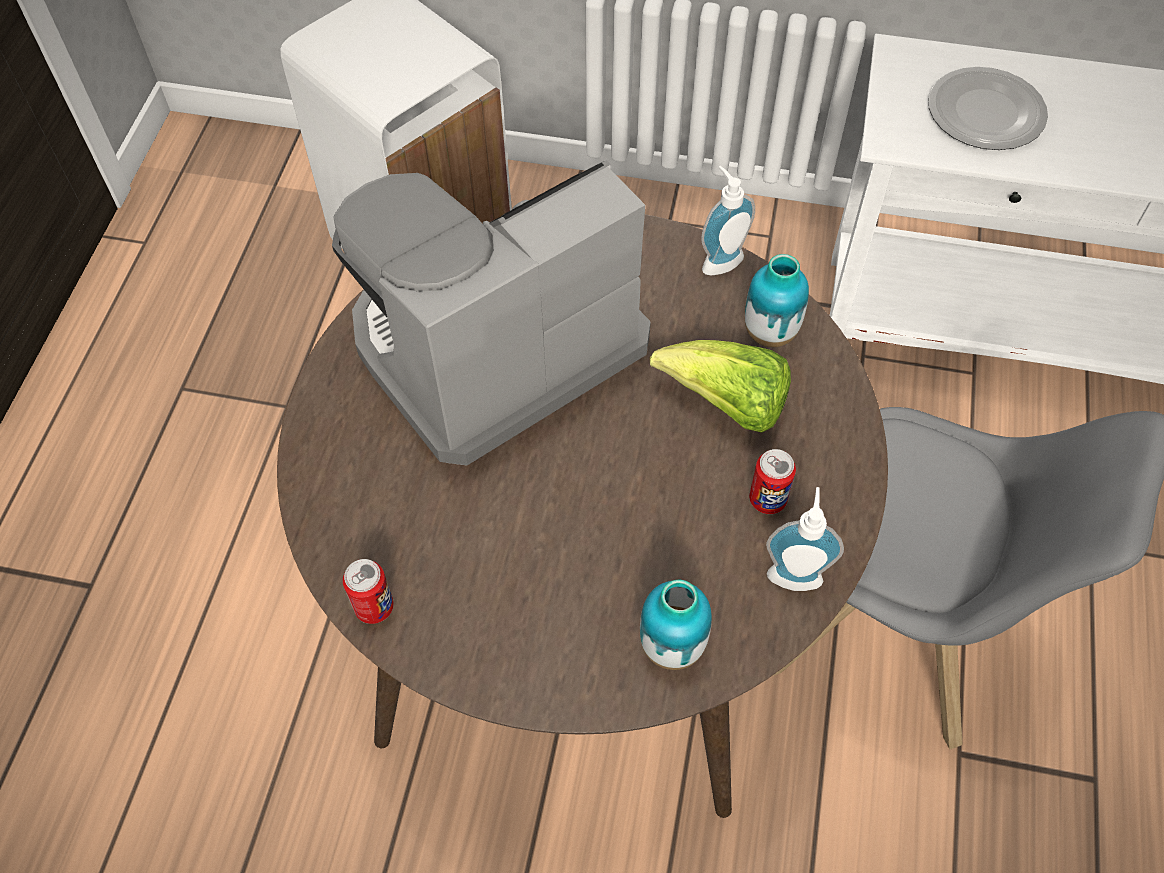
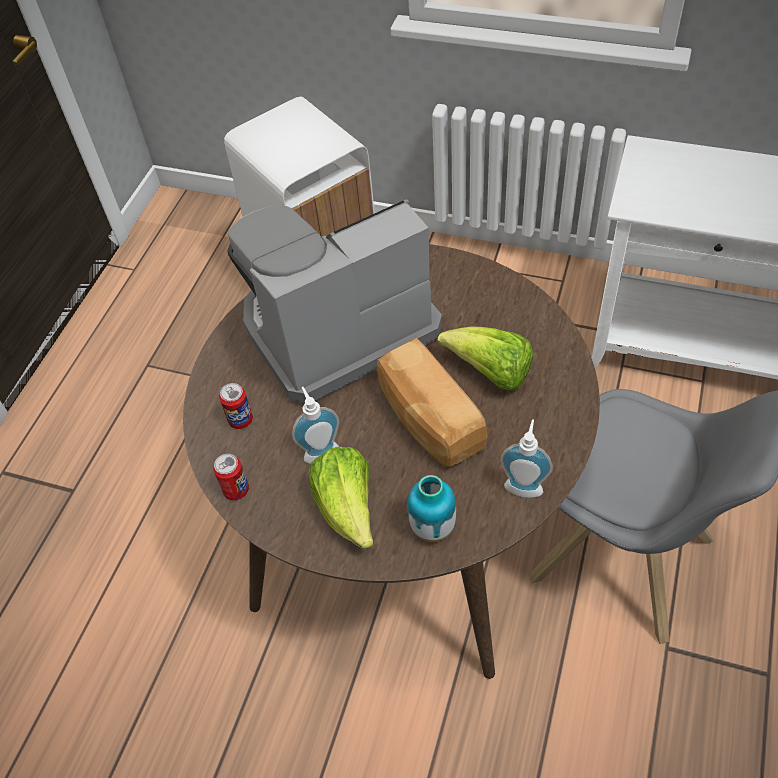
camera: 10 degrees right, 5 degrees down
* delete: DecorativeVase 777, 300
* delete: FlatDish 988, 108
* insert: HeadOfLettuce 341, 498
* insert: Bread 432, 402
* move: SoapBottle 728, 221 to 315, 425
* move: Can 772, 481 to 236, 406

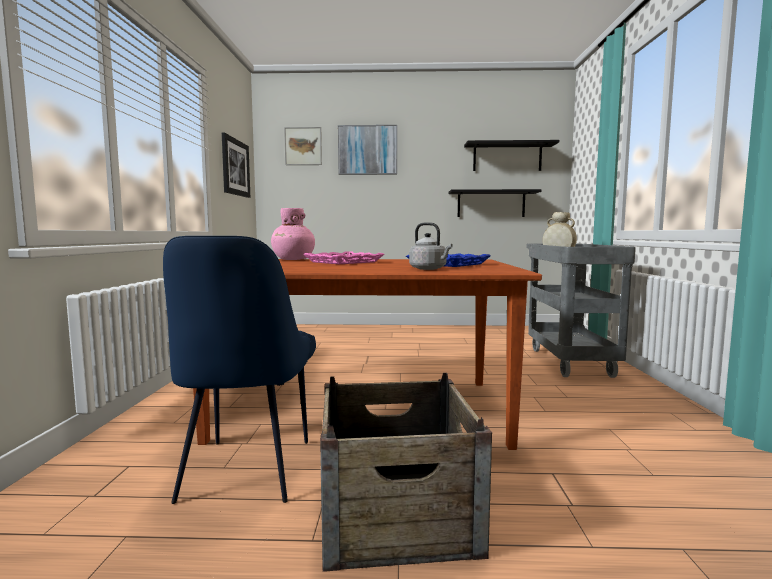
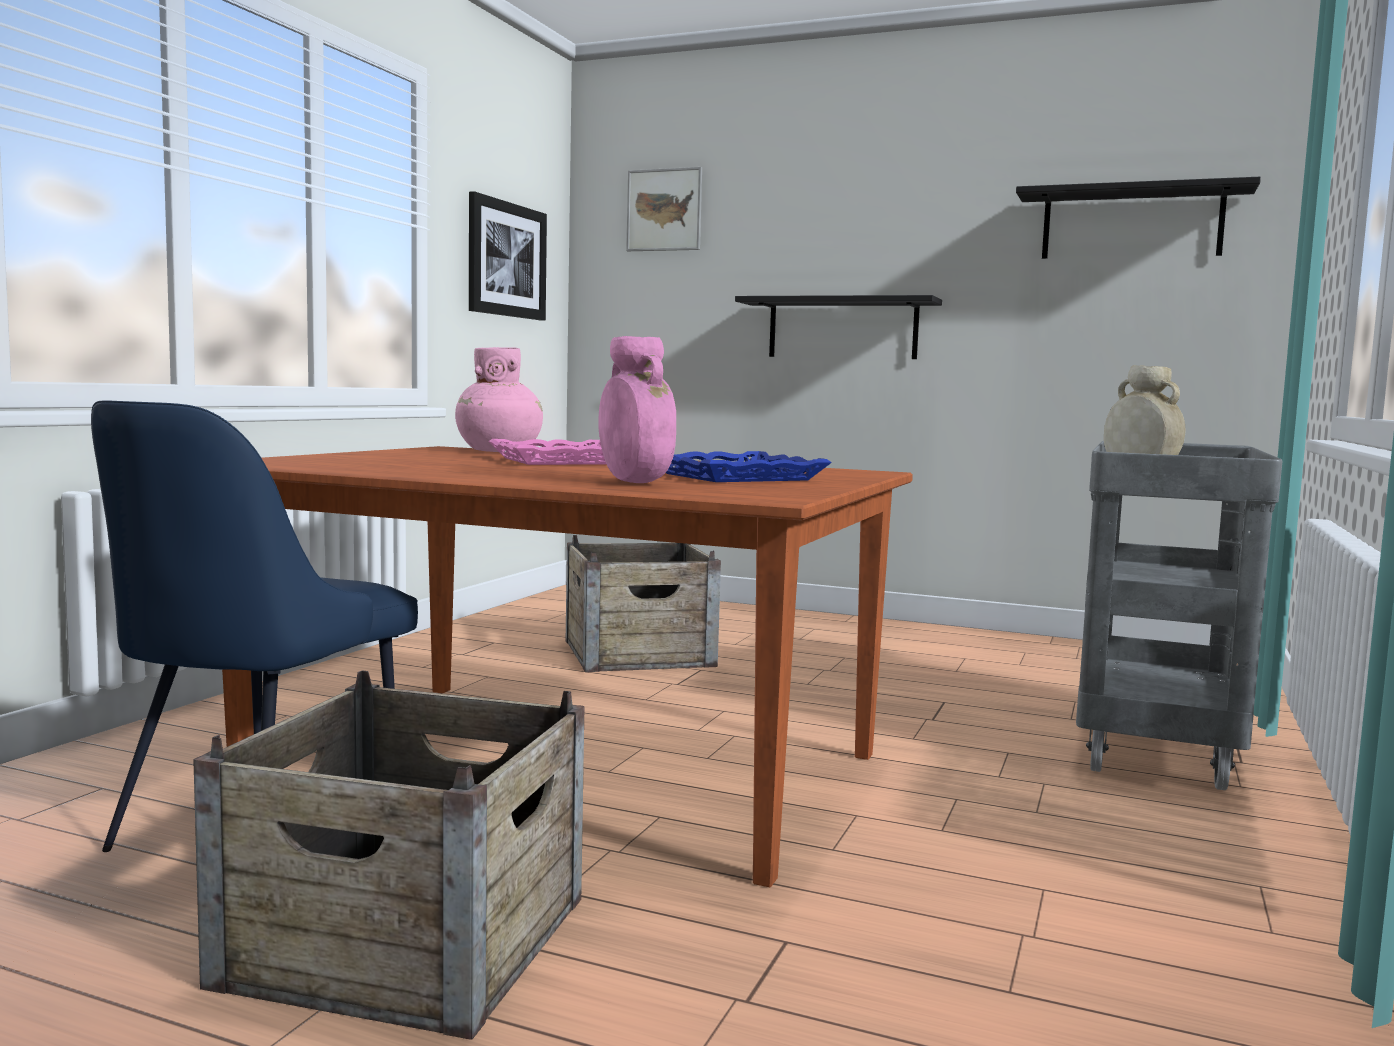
camera: 20 degrees right, 0 degrees up
* delete: Picture 367, 150
* insert: PackingCrate 643, 603
* move: BlackColouredBracketShelf 495, 203 to 838, 327
* replace: GreyishTeaKettle 431, 246 to PinkishDecorativeVase 637, 409

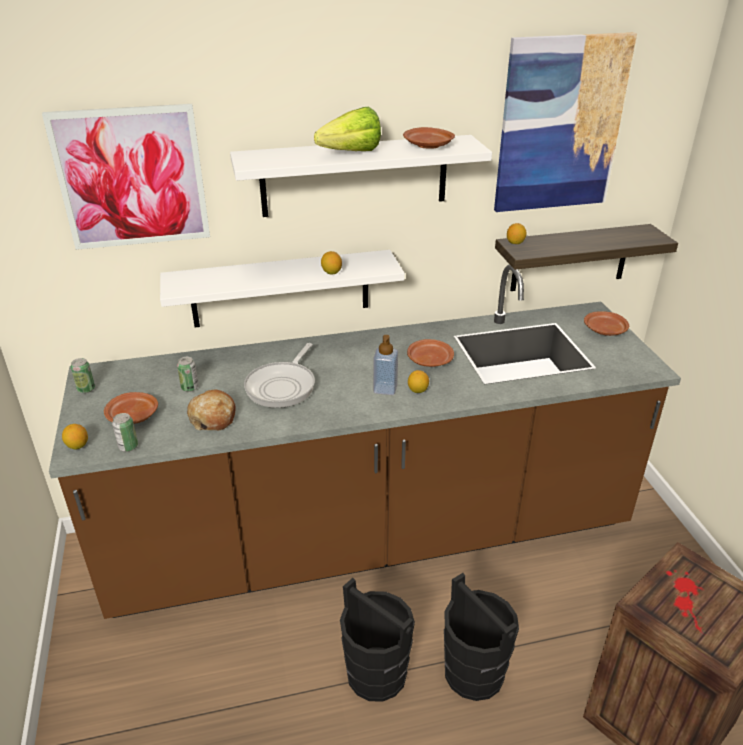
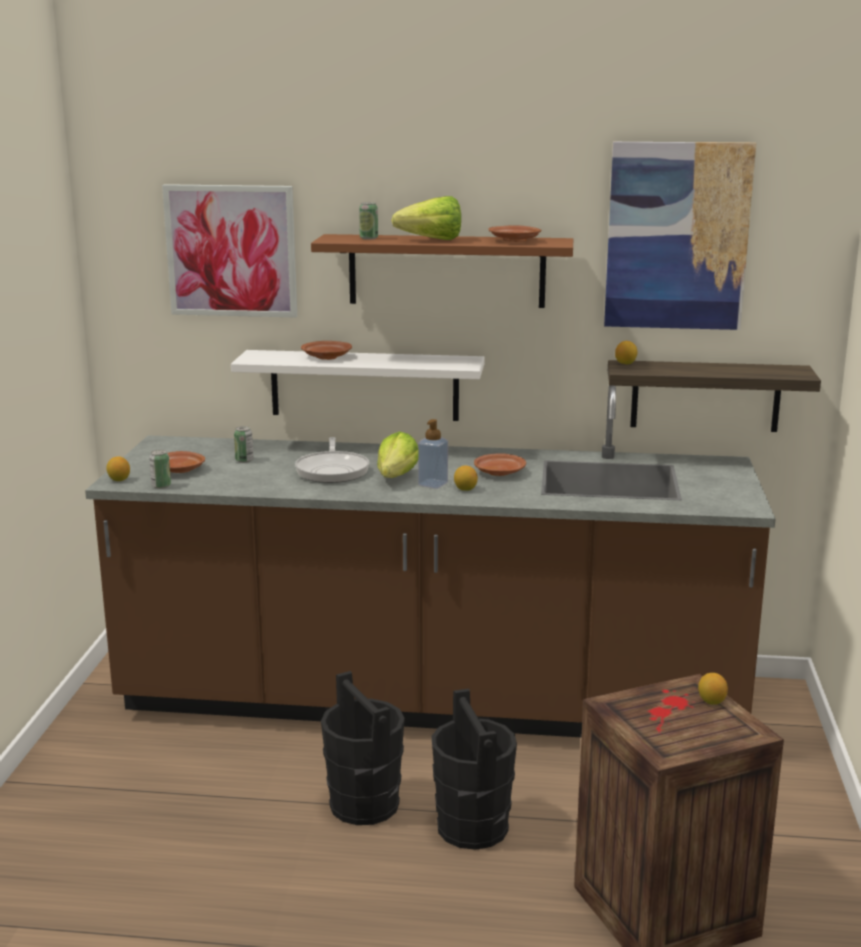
camera: 20 degrees right, 15 degrees down
* delete: Bread 211, 410
* insert: HeadOfLettuce 397, 454
* move: Can 83, 375 to 368, 221
* move: WholeLemon 331, 263 to 713, 689
* move: BrownFlatDish 606, 323 to 326, 350
* recolor: WhiteColouredBracketShelf 361, 176 to BrownBracketShelf 442, 271
* rotate: FryingPan 279, 375 = 332, 460 45 degrees counterclockwise

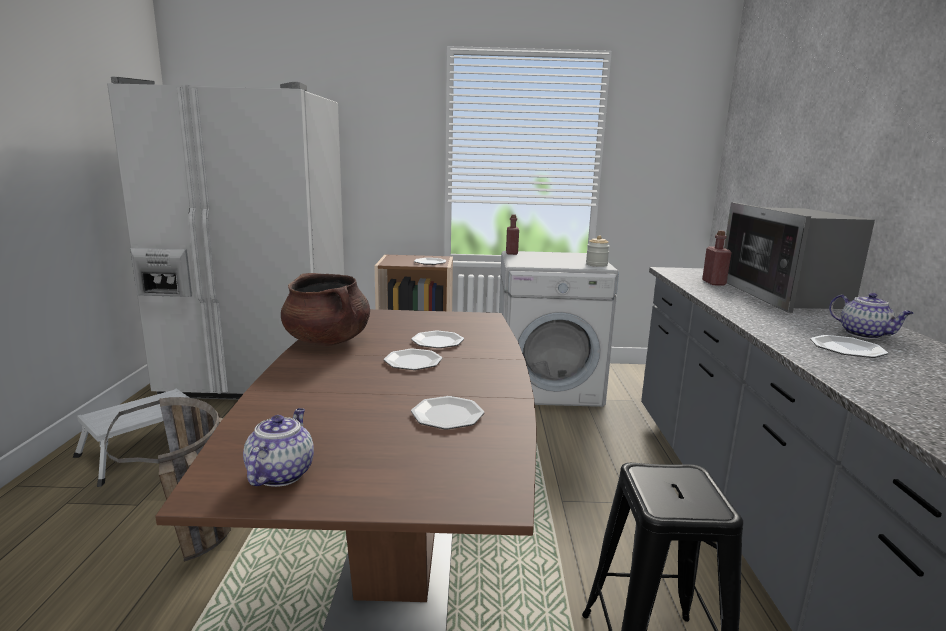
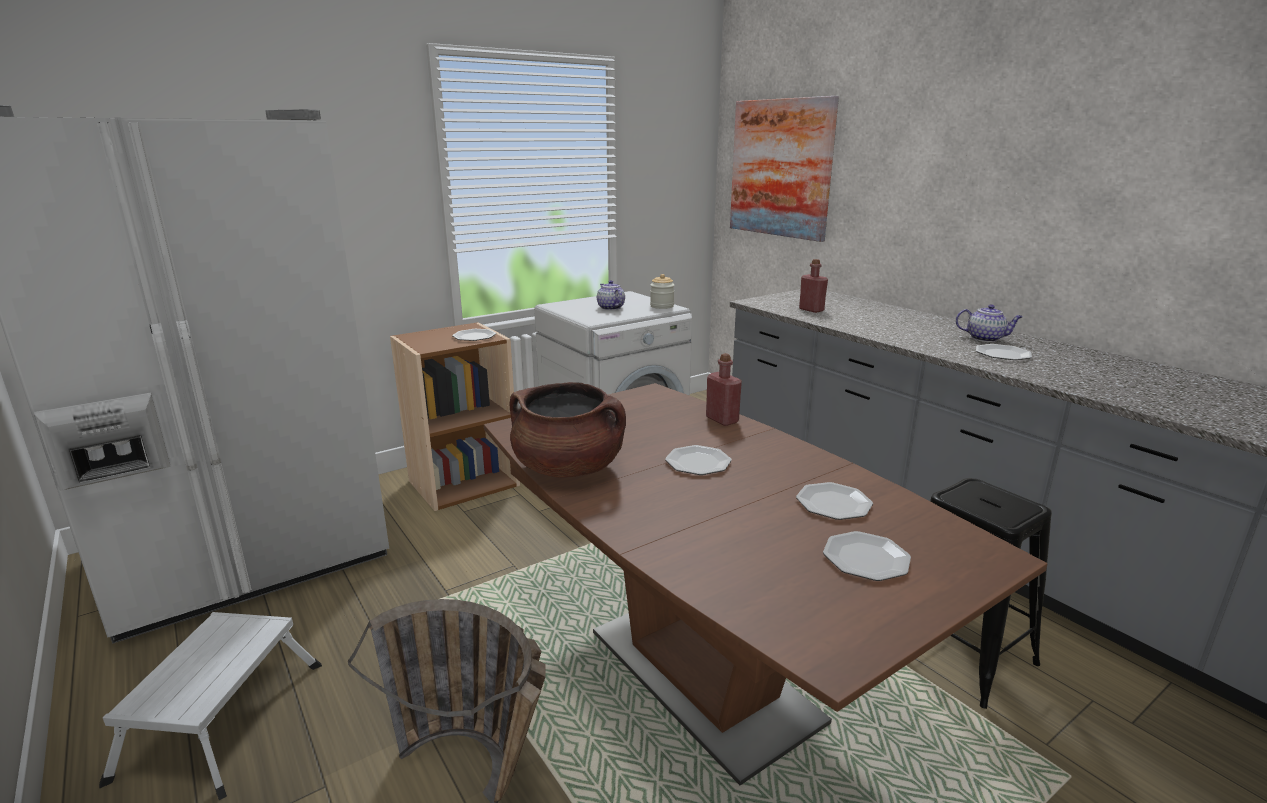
camera: 35 degrees left, 5 degrees up
* delete: Microwave 799, 257
* insert: Picture 784, 169
* move: PotForTea 278, 447 to 611, 295
* move: FlatDish 437, 339 to 867, 556
* move: ReddishBottle 512, 234 to 724, 389

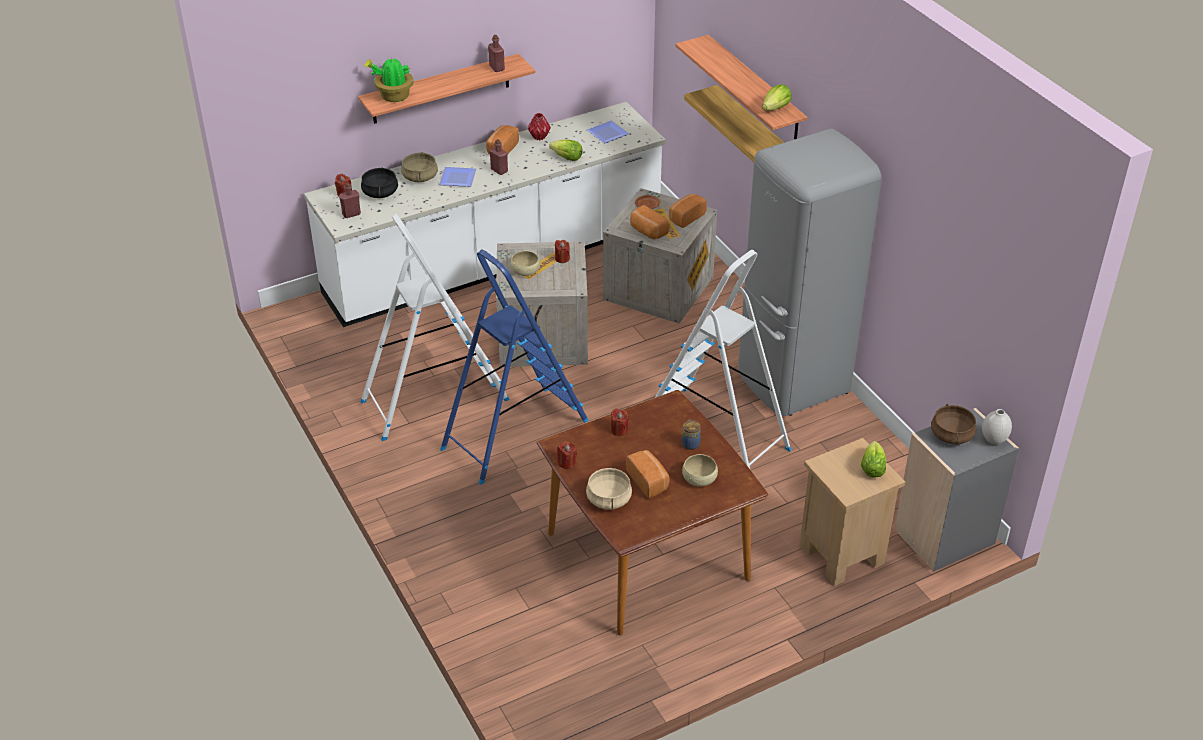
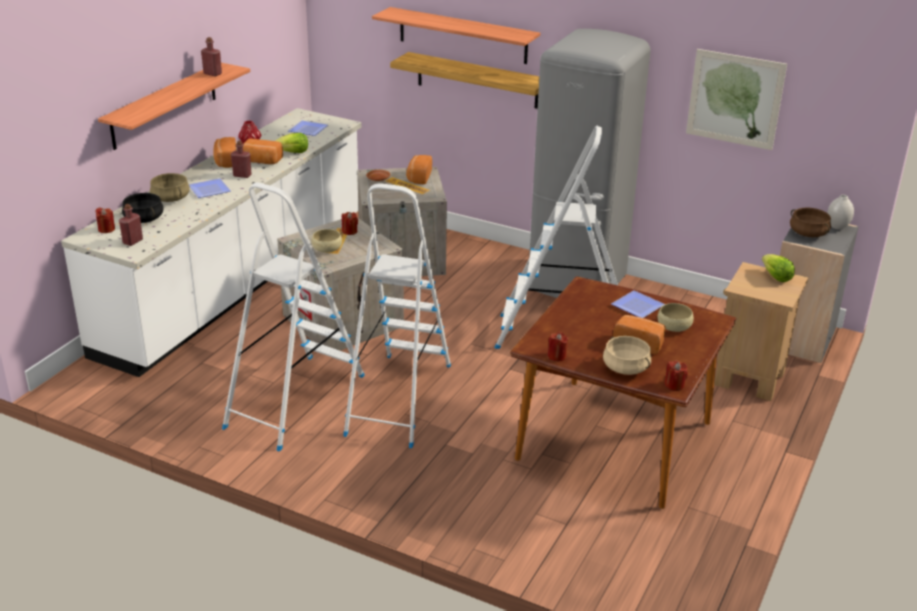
camera: 35 degrees left, 10 degrees down
* delete: PottedPlant 389, 79
* delete: HeadOfLettuce 777, 97
* insert: Picture 736, 99
* move: ReddishWaxCandle 620, 422 to 676, 375
* move: Bread 649, 222 to 263, 151
* replace: Jar 691, 435 to FlatDish 638, 304
* recolor: BlueStepLadder 514, 367 to WhiteColouredStepLadder 397, 315

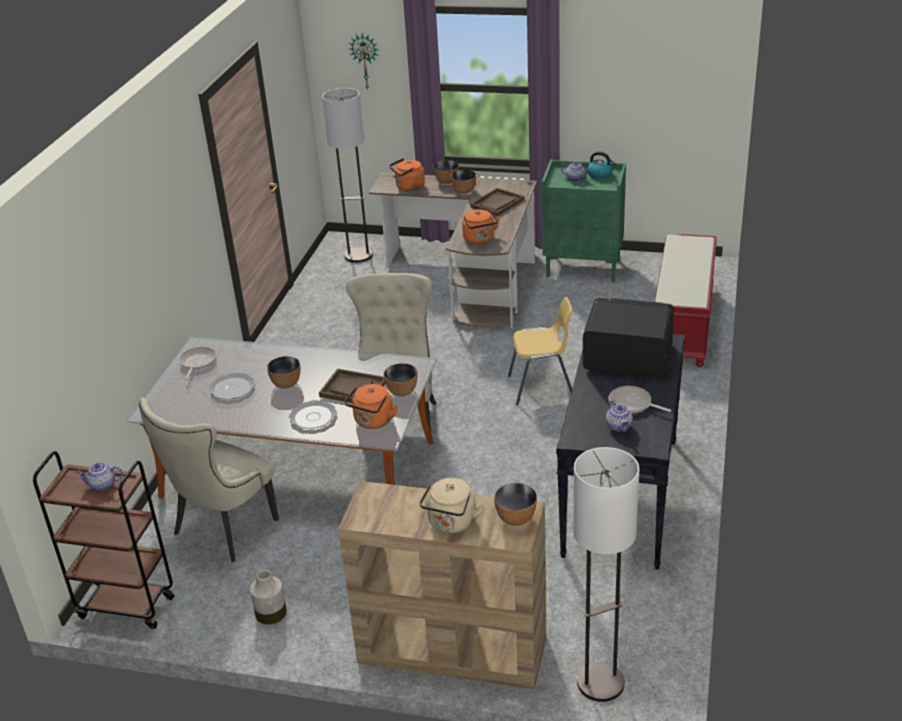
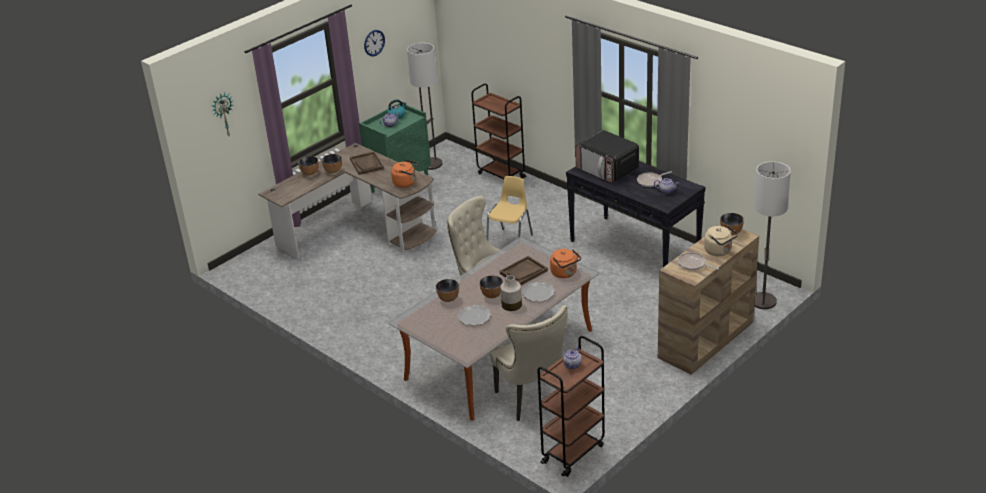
camera: 60 degrees left, 0 degrees up
* delete: OrangeColouredTeaKettle 407, 175
* insert: ClockOnTheWall 374, 43
* move: FryingPan 198, 363 to 698, 261
* move: SandColouredDecorativeVase 268, 597 to 511, 293
* move: StandingLamp 347, 175 to 425, 106
* move: ServingBowl 401, 379 to 447, 290
* replace: ReddishBench 685, 300 to BrownTrolley 499, 131
* rotate: Microwave 628, 337 = 607, 156 90 degrees counterclockwise

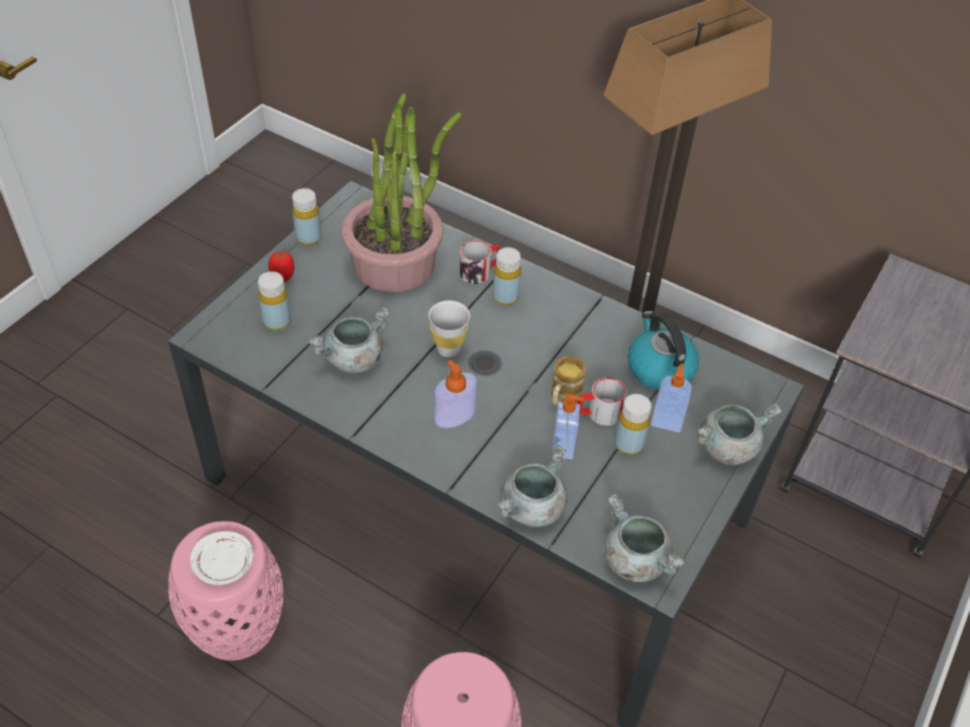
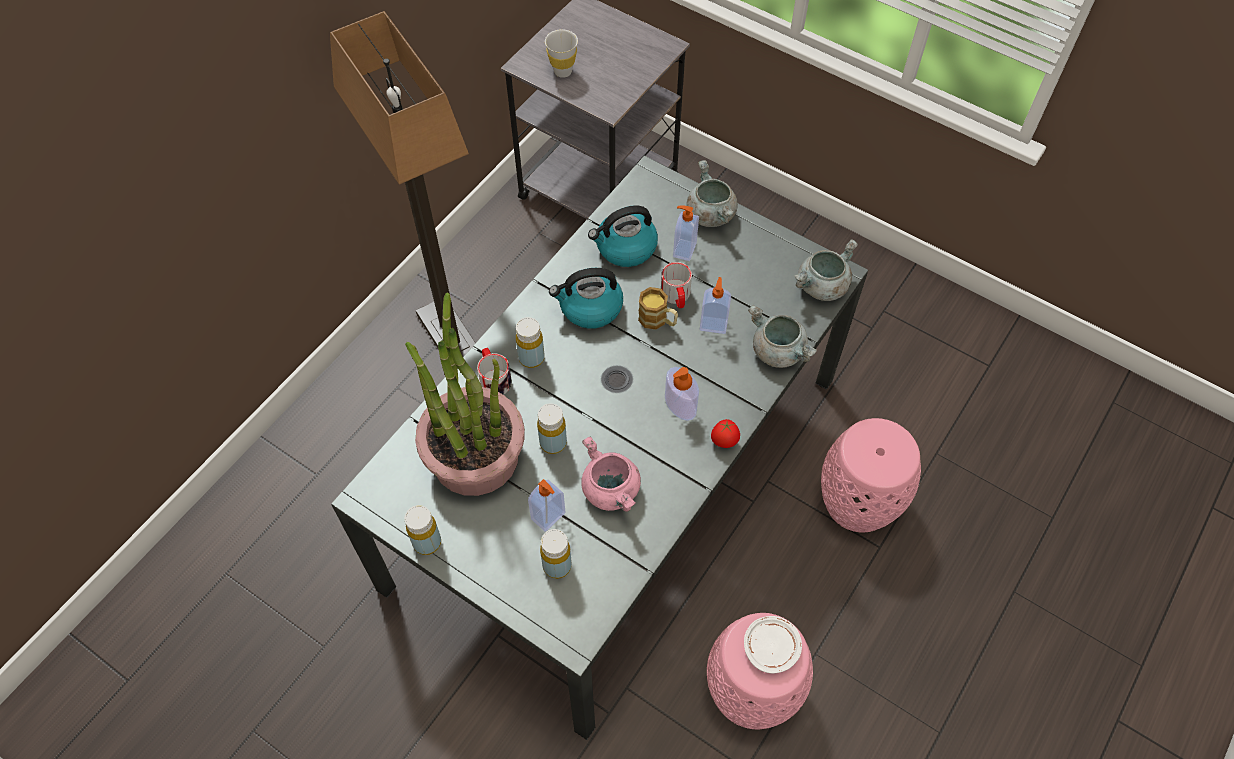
camera: 85 degrees left, 10 degrees up
* insert: SoapBottle 546, 505
* insert: TeaKettle 586, 298
* move: FreshTomato 281, 266 to 725, 433
* move: WhiteColouredDrinkingCup 449, 328 to 561, 53
* move: YellowColouredBottle 632, 424 to 552, 428
* recolor: GreyishStockpot 349, 339 to PinkishStockpot 611, 474

